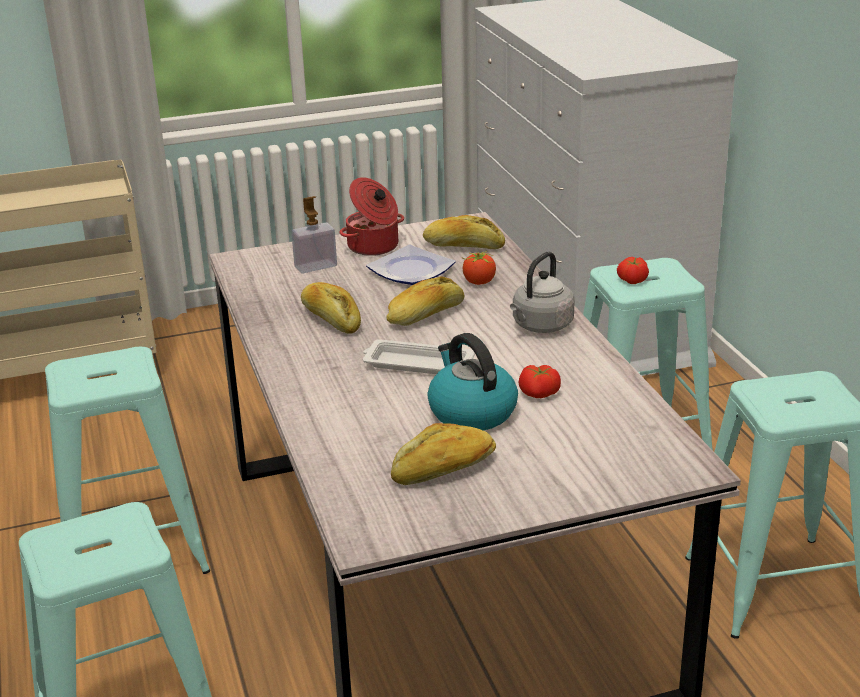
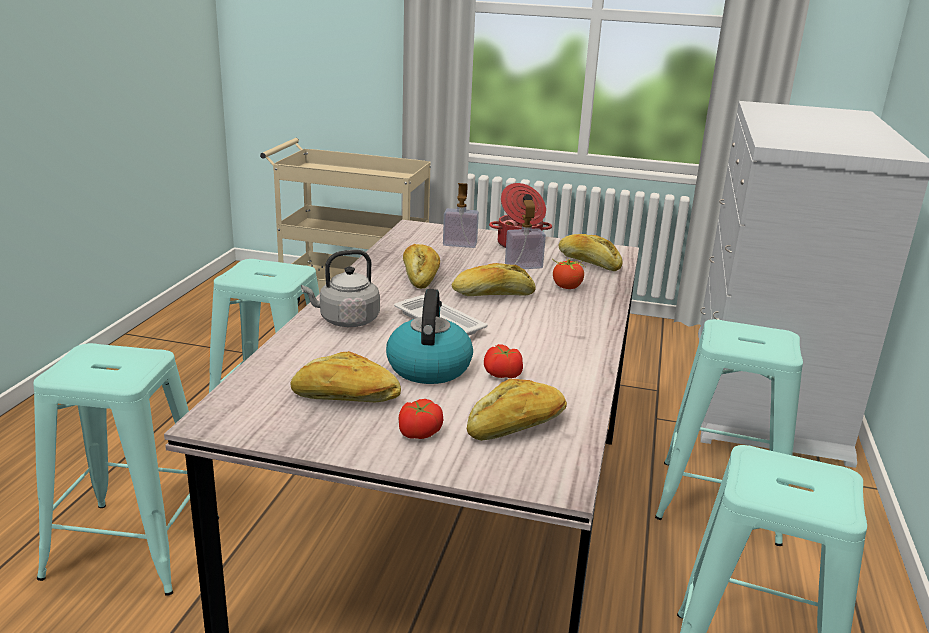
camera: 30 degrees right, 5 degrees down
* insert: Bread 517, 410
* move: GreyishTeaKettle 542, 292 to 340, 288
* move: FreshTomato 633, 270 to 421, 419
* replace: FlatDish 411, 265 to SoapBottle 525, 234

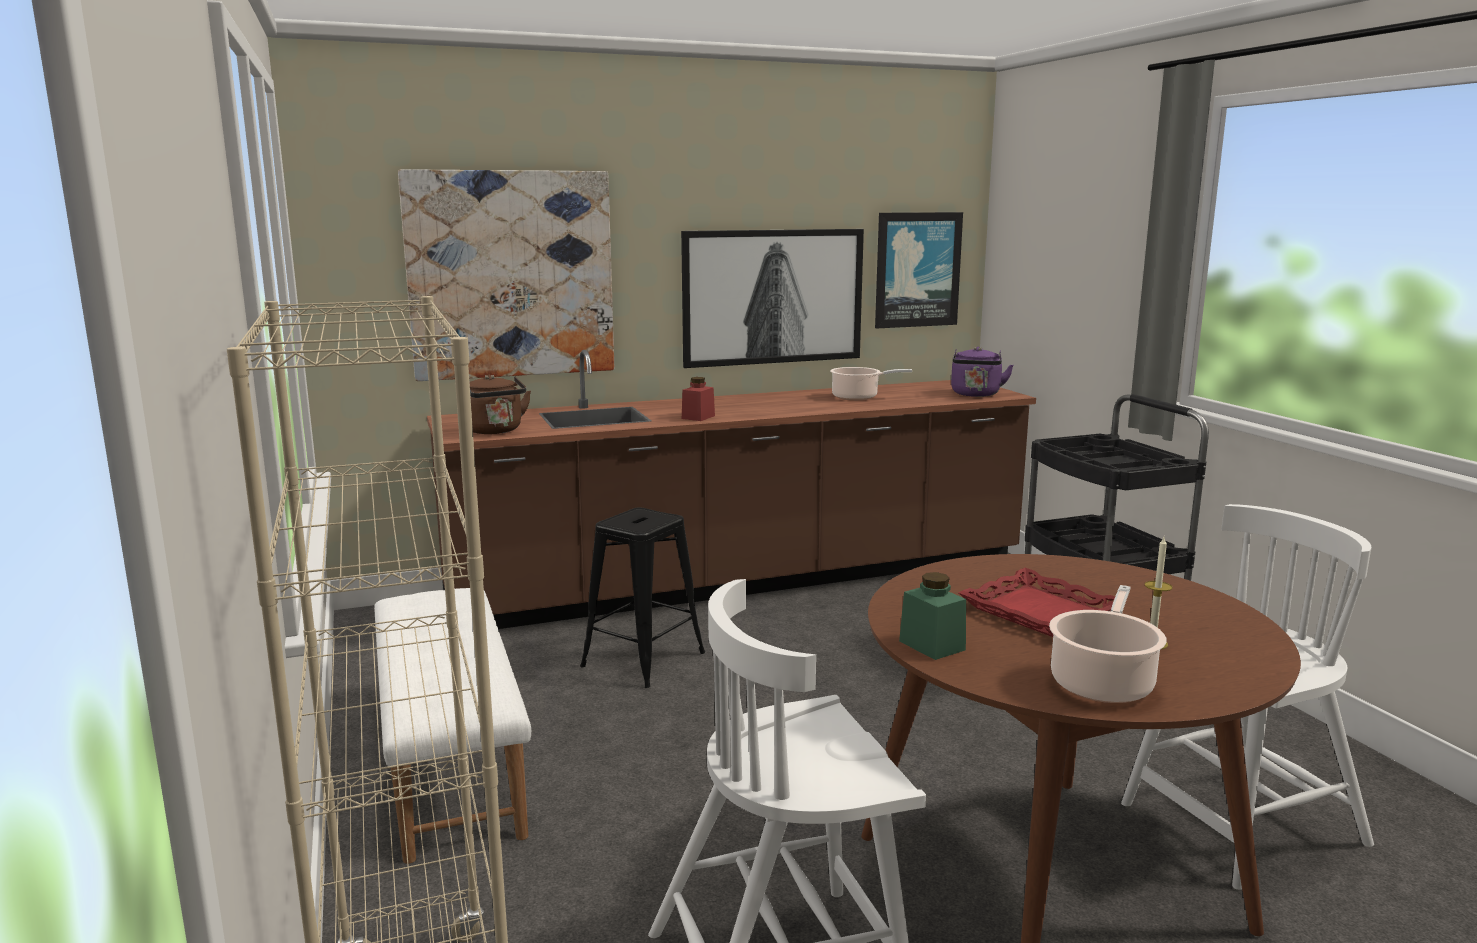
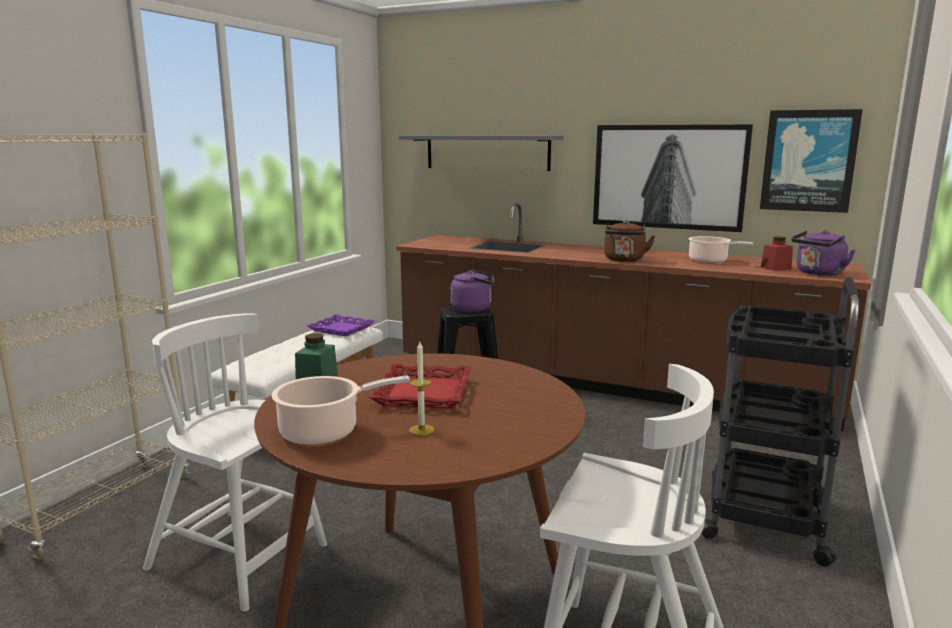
camera: 45 degrees right, 0 degrees up
* insert: PurpleServingTray 341, 325
* insert: PurpleTeaKettle 473, 291
* move: BrownTeaKettle 500, 404 to 629, 241
* move: ReddishJar 698, 399 to 777, 253
* replace: Picture 506, 275 to GreyishBracketShelf 481, 153

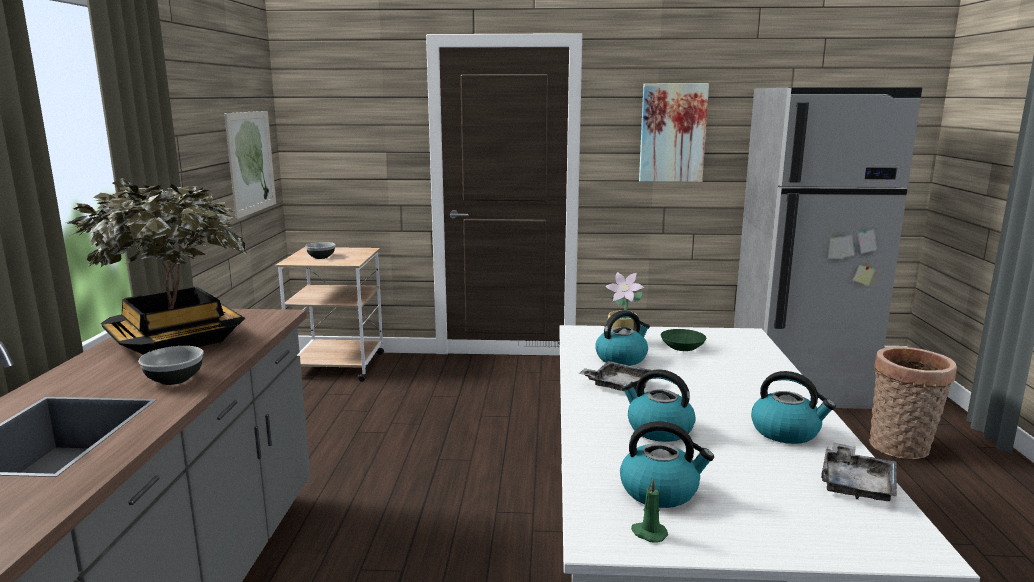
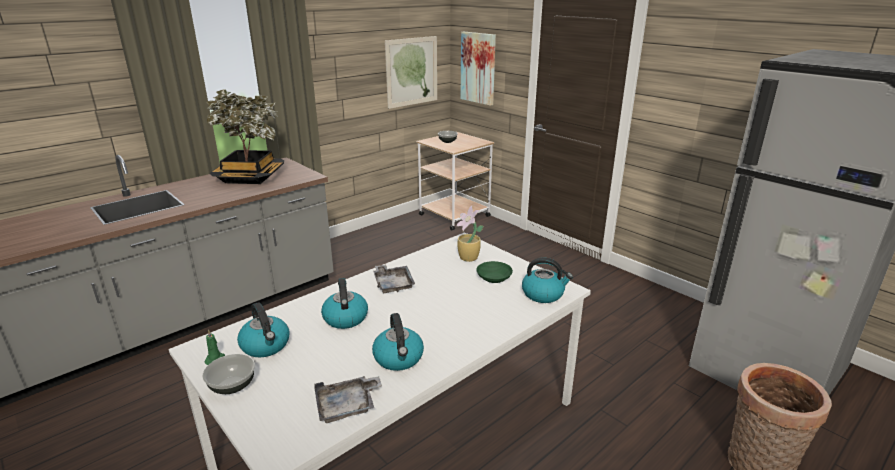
camera: 45 degrees right, 10 degrees up
* move: ServingBowl 171, 365 to 228, 374
* move: TeaKettle 622, 338 to 547, 280
* move: Picture 674, 132 to 478, 69

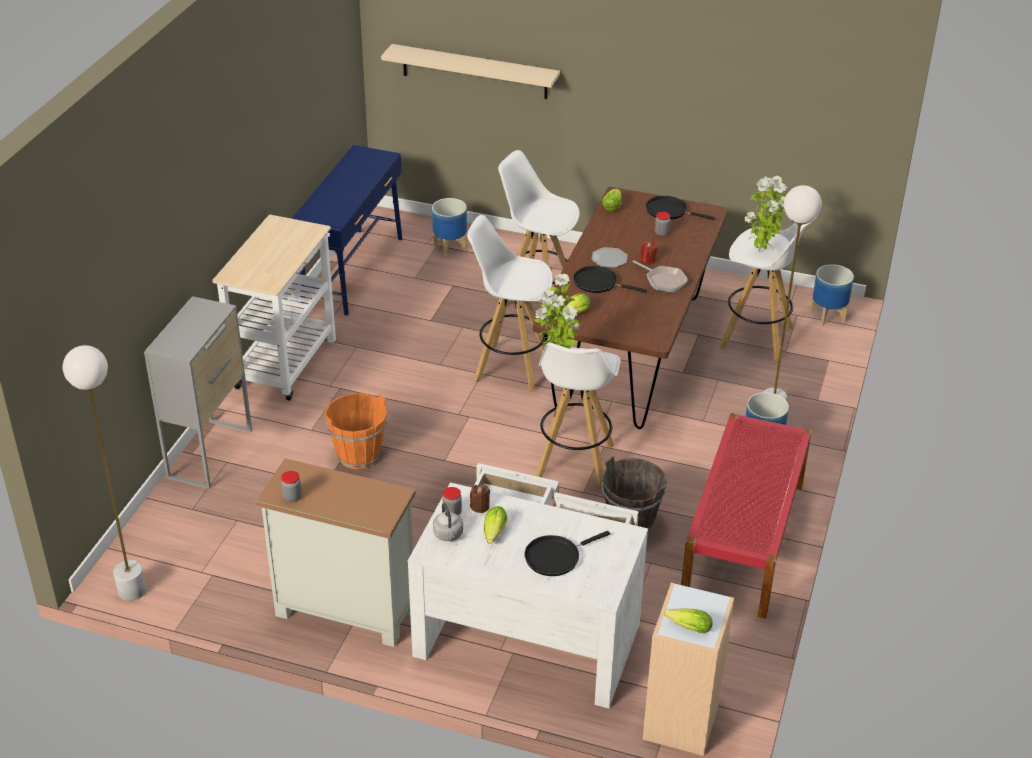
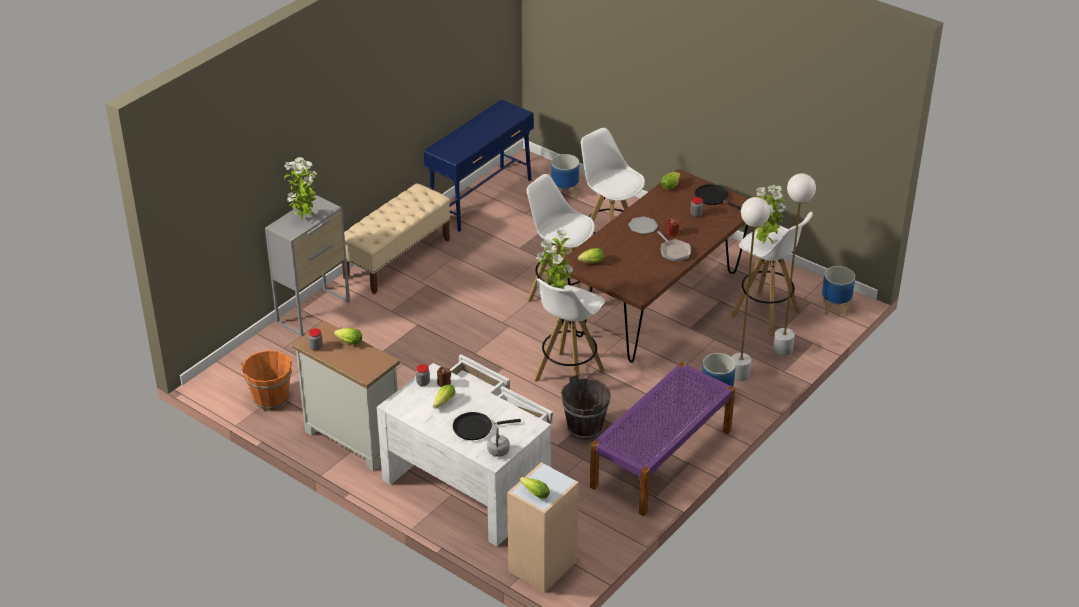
camera: 20 degrees right, 0 degrees up
* delete: SandColouredBracketShelf 470, 71
* delete: BlackColouredFryingPan 610, 279
* insert: PottedPlant 301, 188
* insert: HeadOfLettuce 348, 336
* move: WhiteColouredStandingLamp 104, 473 to 794, 264
* move: OrangeColouredPail 356, 431 to 266, 380
* move: GreyishTeaKettle 448, 522 to 498, 442
* replace: WhiteColouredTrolley 274, 308 to SandColouredBench 396, 238
* recolor: ReddishBench 746, 516 to PurpleBench 662, 439

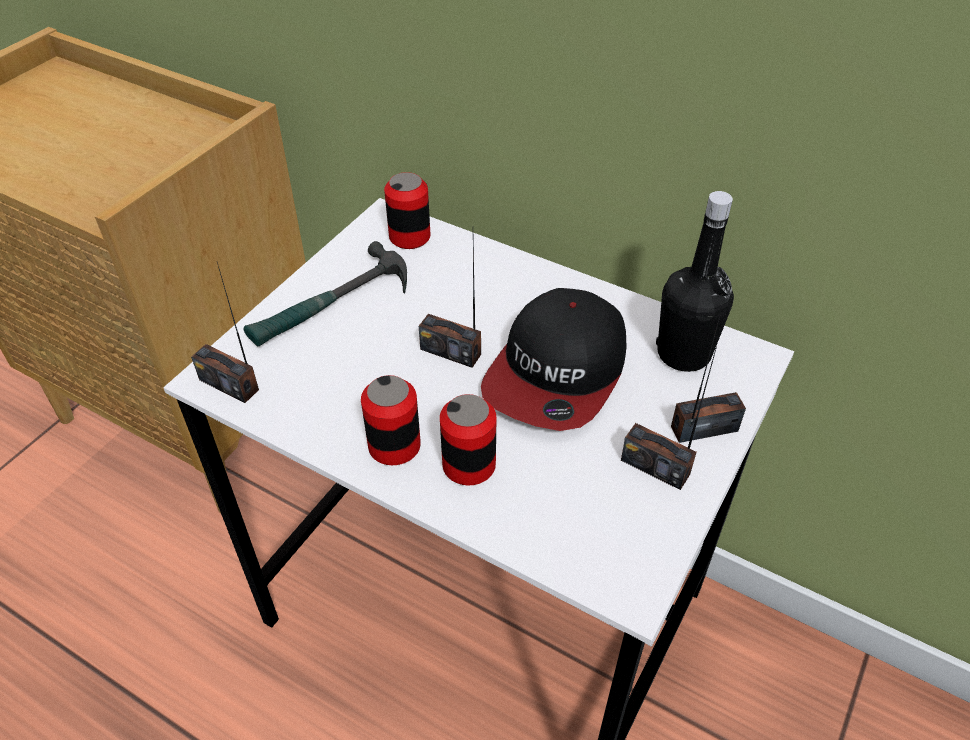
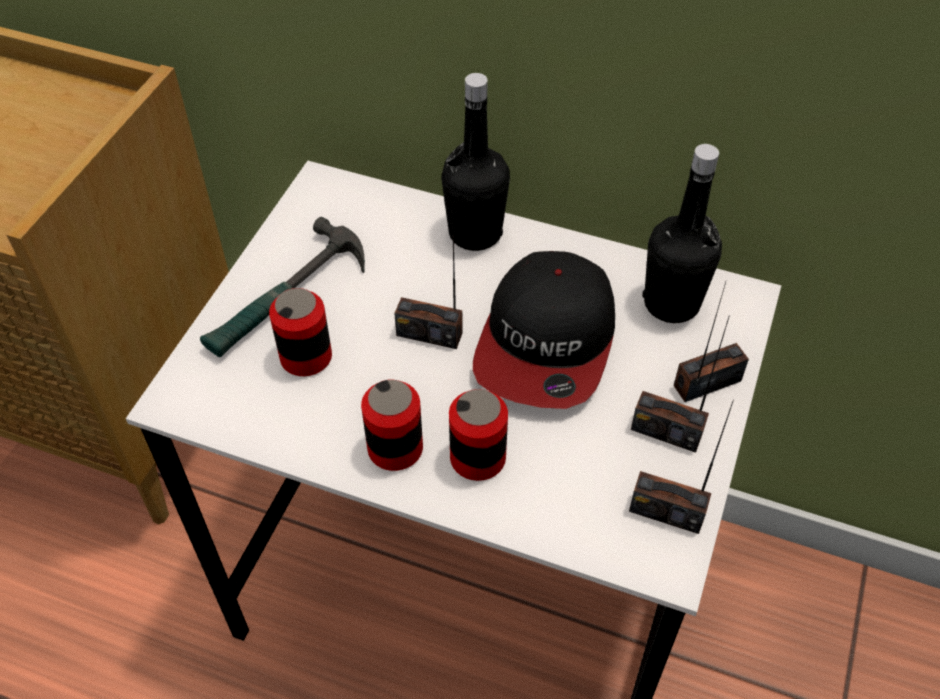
camera: 10 degrees left, 5 degrees up
* insert: BlackColouredBottle 475, 162
* move: Radio 225, 332 to 681, 466
* move: Can 407, 210 to 300, 332

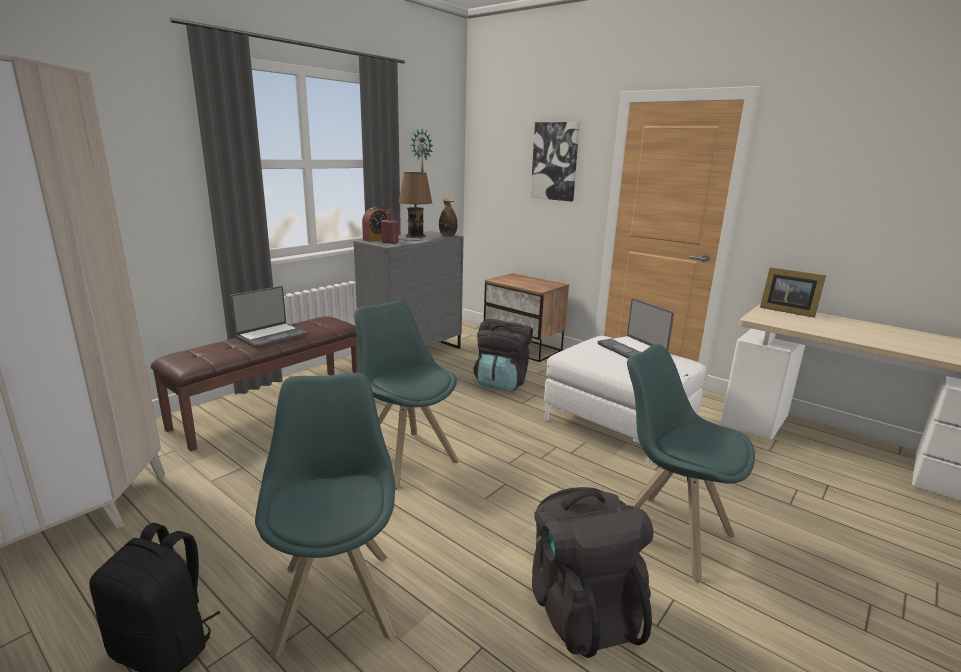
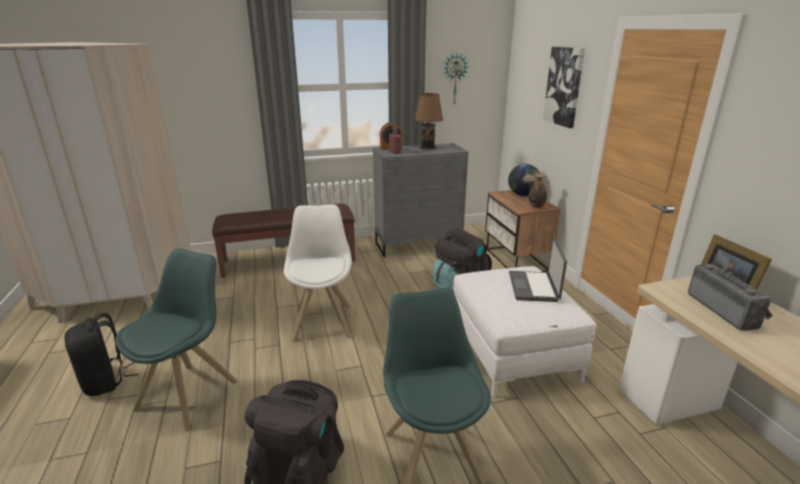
camera: 35 degrees right, 5 degrees up
* delete: PortableComputer 268, 317
* insert: Globe 524, 180
* insert: Radio 730, 297
* move: Bottle 448, 218 to 538, 190
* recolor: TurquoiseChair 407, 394 to WhiteColouredChair 318, 272

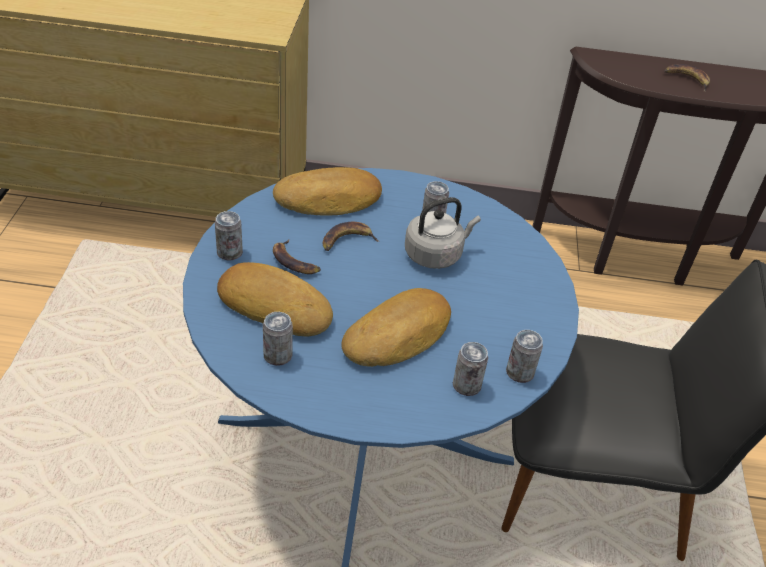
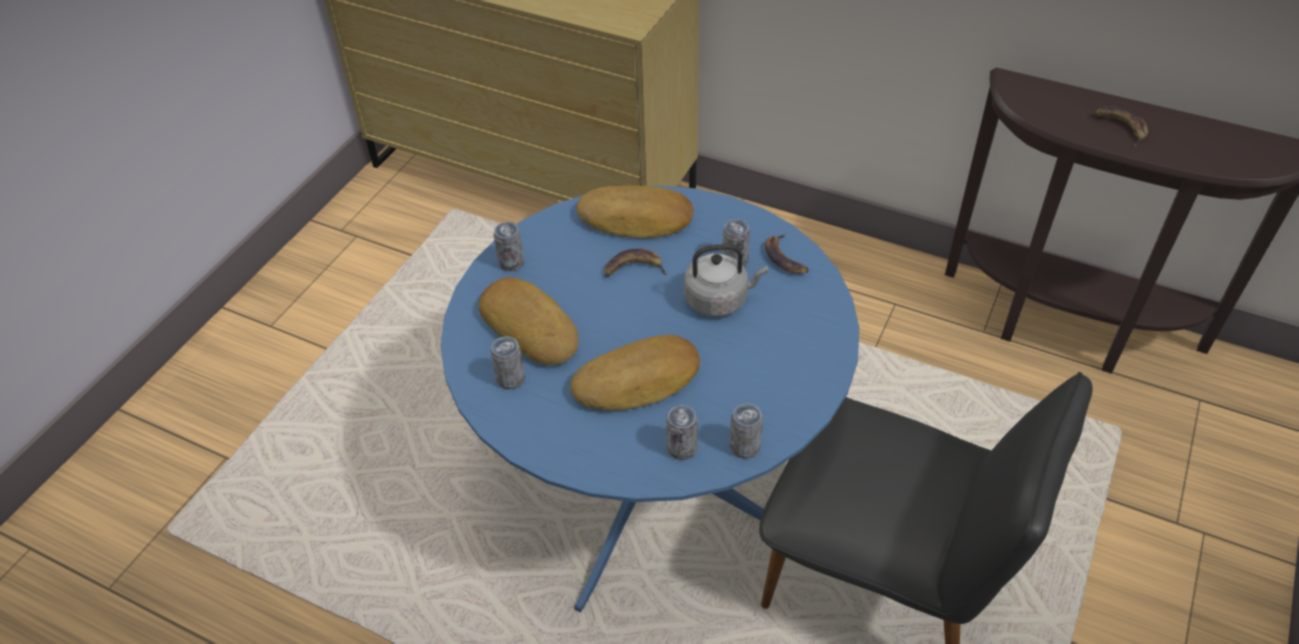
camera: 25 degrees right, 5 degrees up
* move: BananaFruit 297, 256 to 787, 254

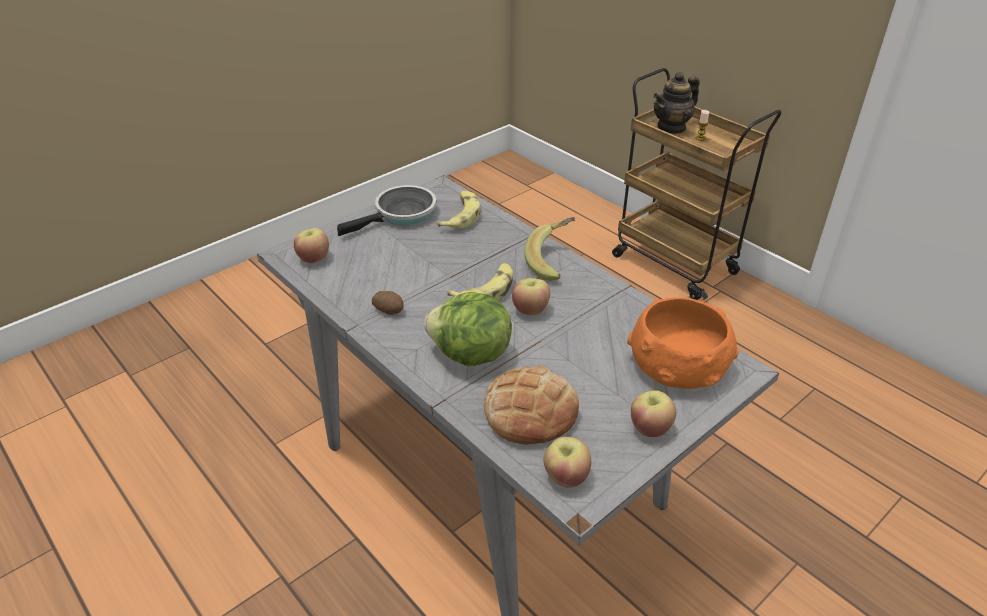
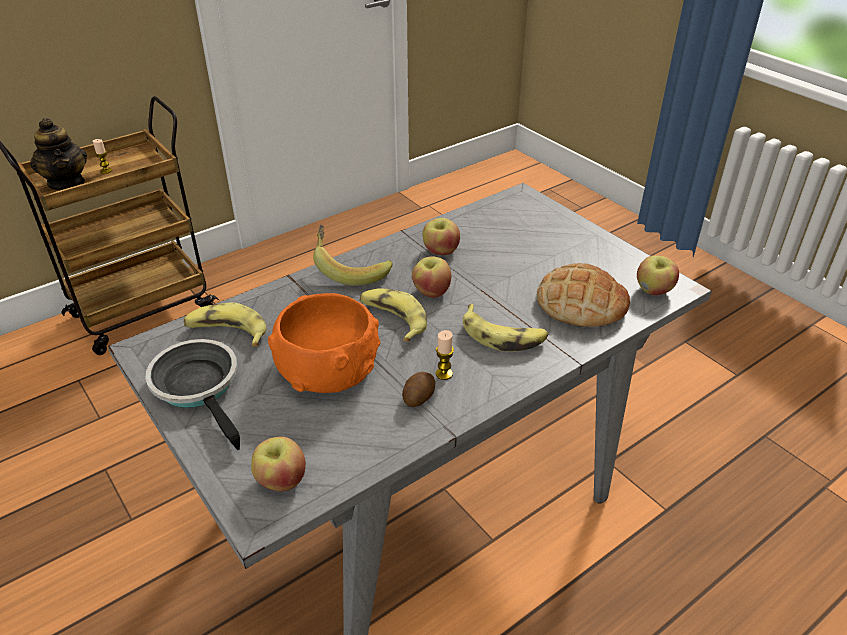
camera: 85 degrees left, 0 degrees up
* insert: WaxCandle 445, 355
* move: OrangeColouredServingBowl 683, 343 to 324, 343
* move: Apple 653, 413 to 441, 236
* replace: HeadOfLettuce 468, 329 to BananaFruit 505, 327

